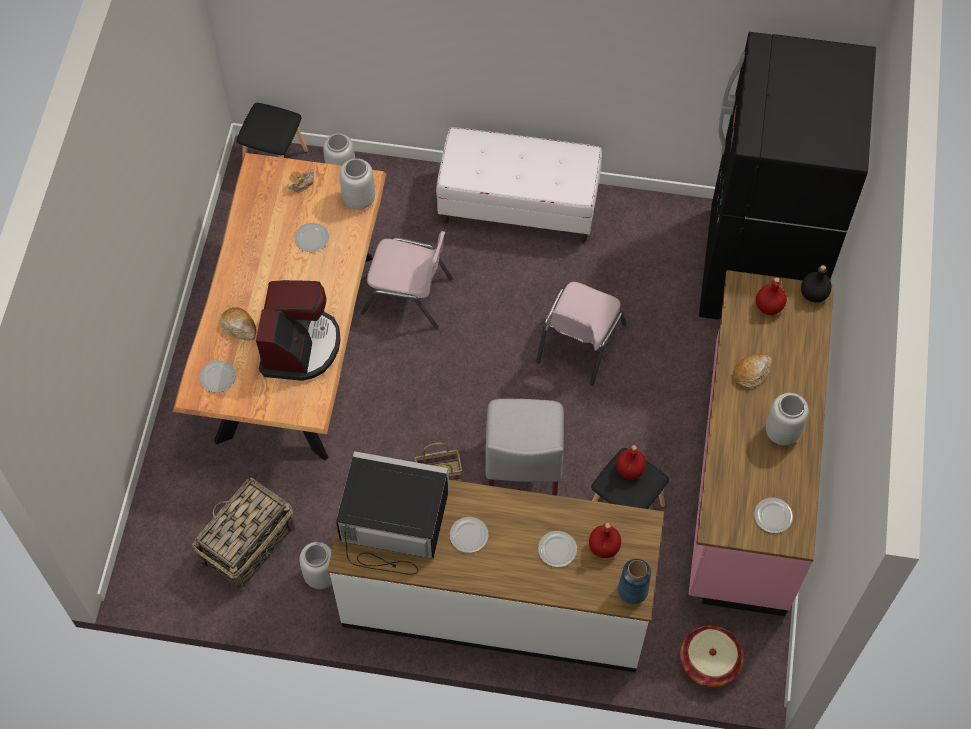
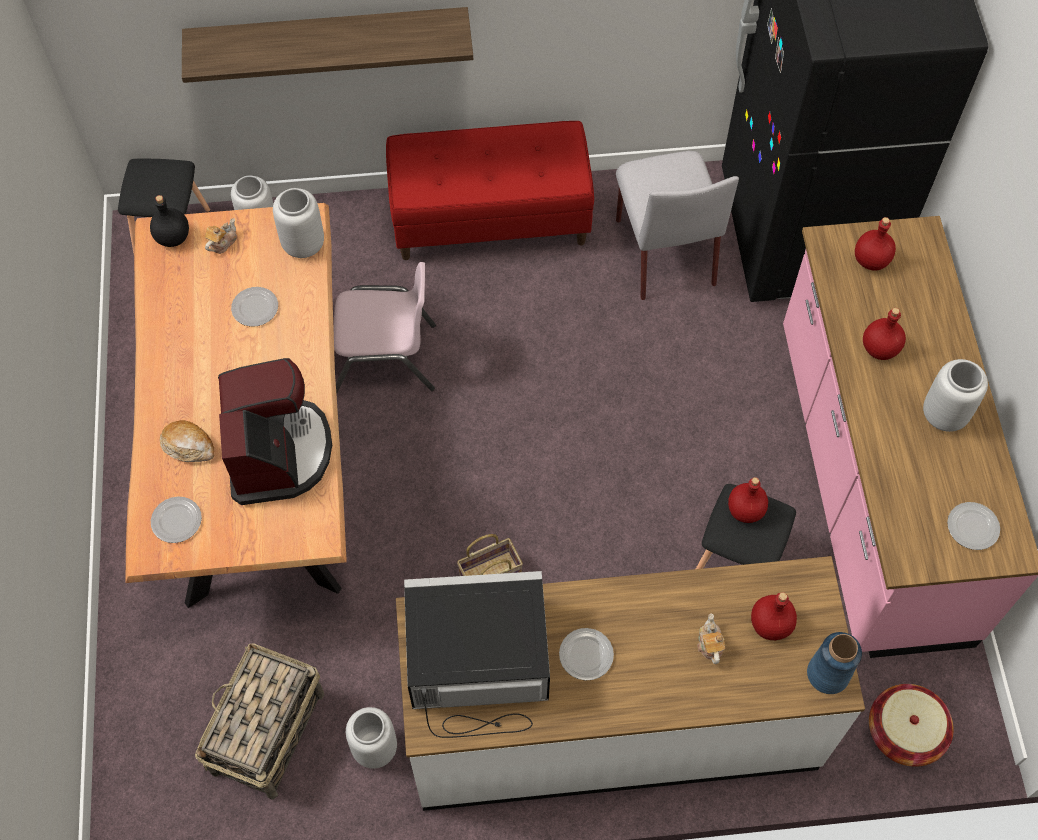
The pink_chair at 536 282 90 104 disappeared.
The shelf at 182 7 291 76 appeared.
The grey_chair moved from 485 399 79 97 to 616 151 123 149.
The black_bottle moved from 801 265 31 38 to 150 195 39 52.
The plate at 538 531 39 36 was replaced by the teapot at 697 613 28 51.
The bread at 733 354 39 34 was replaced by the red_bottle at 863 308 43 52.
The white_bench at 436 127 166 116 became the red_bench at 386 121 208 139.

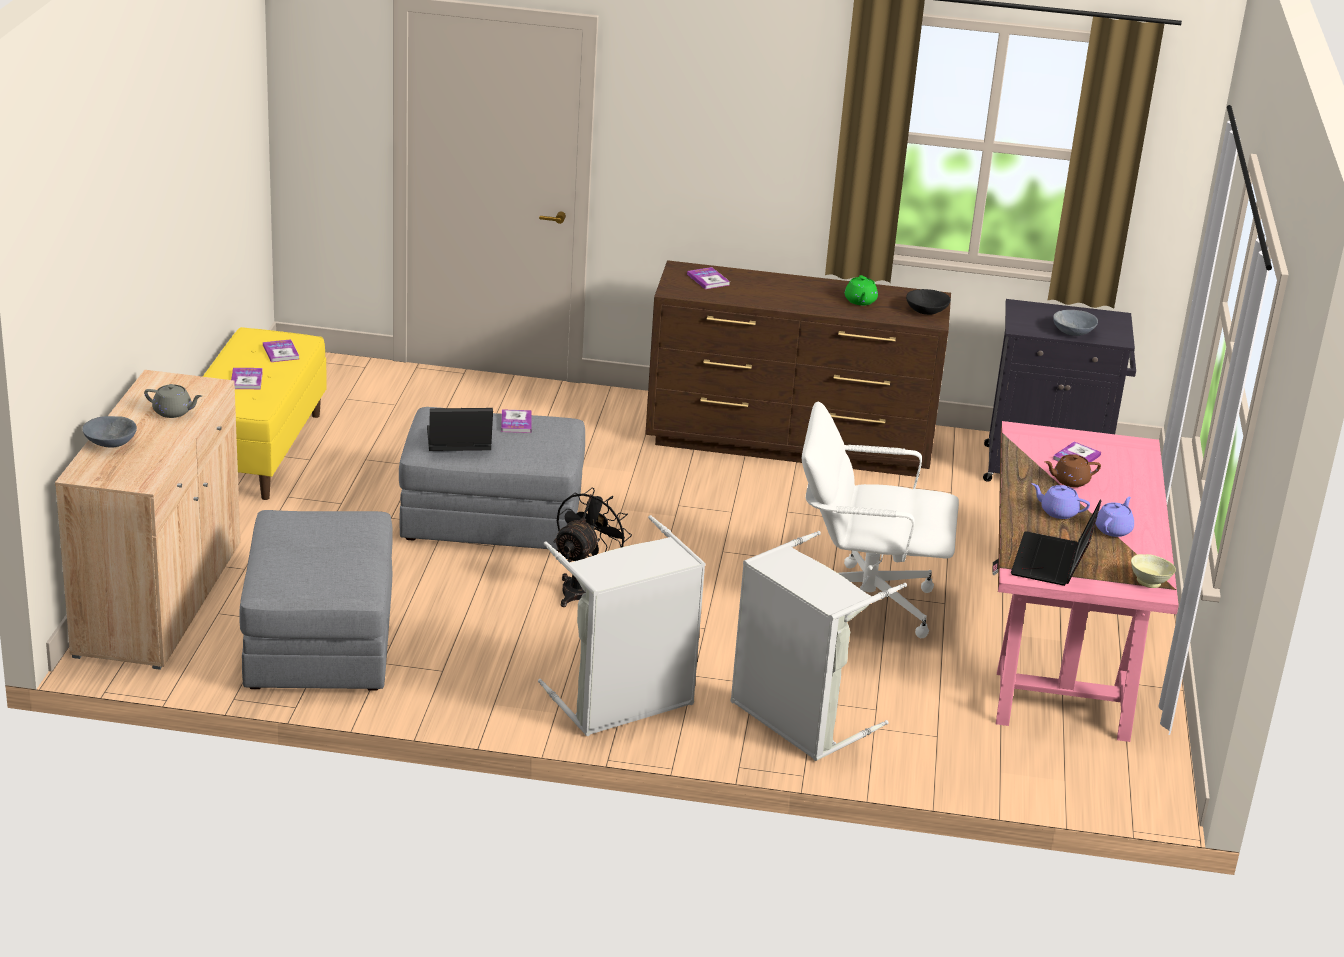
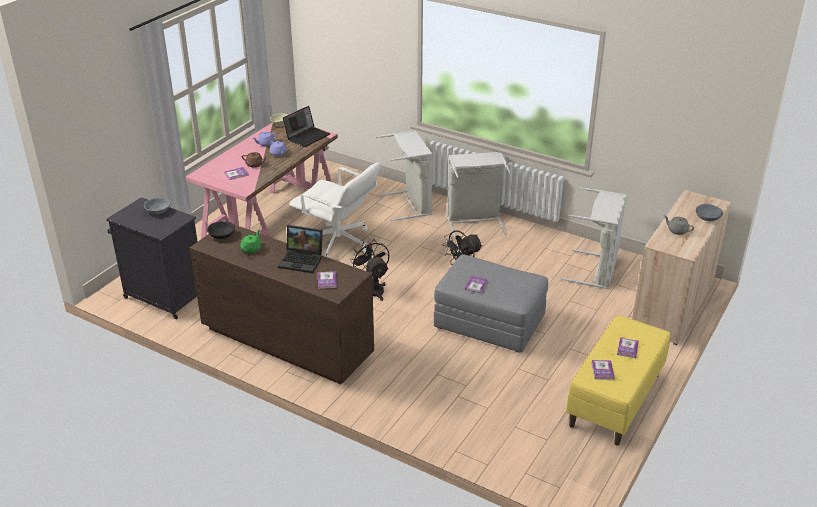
The black_fan at 350 239 39 62 appeared.
The laptop moved from 427 408 66 43 to 278 225 45 48.
The grey_ottoman at 240 510 153 181 was replaced by the grey_laundry_basket at 561 187 66 102.

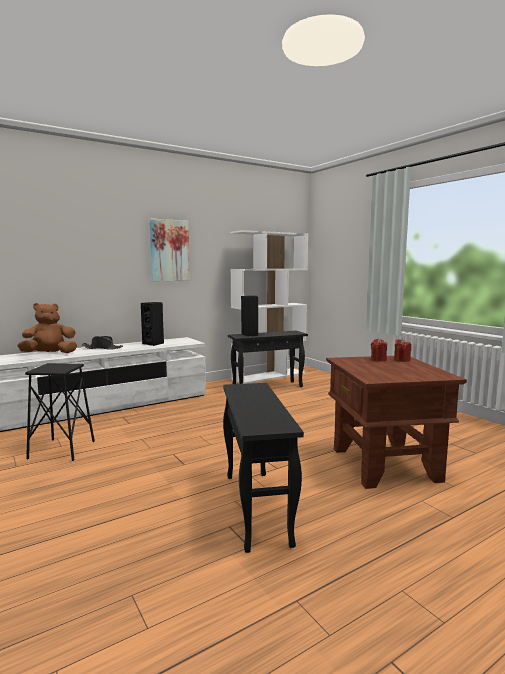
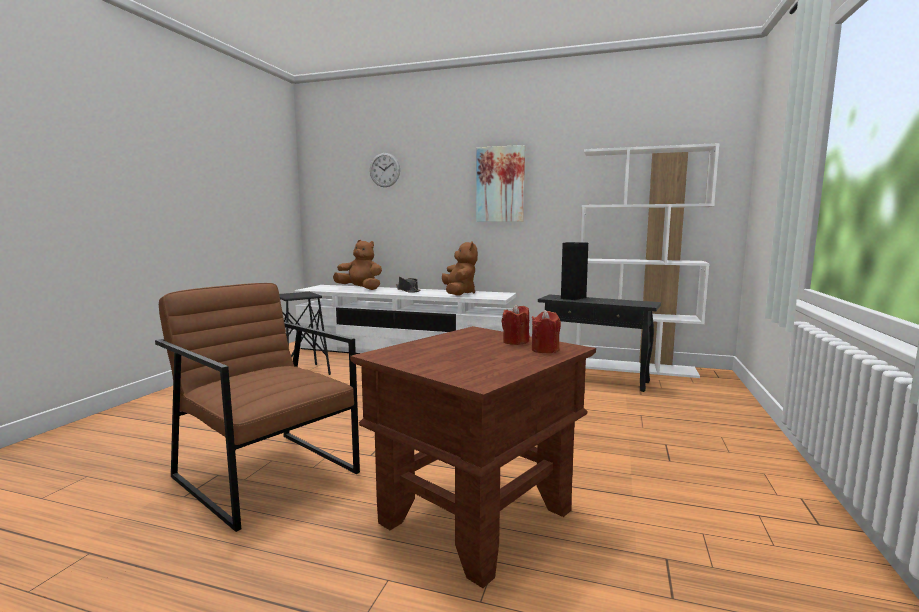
The wall_clock at 370 153 30 34 appeared.
The black_speaker at 141 302 23 44 was replaced by the brown_plush_toy at 442 241 36 55.
The black_side_table at 223 383 81 170 was replaced by the brown_armchair at 155 283 205 249.

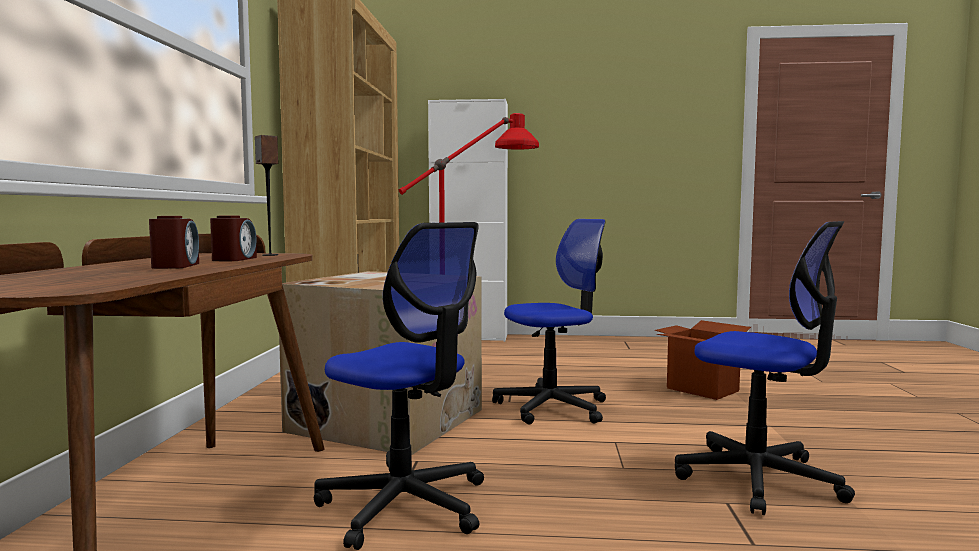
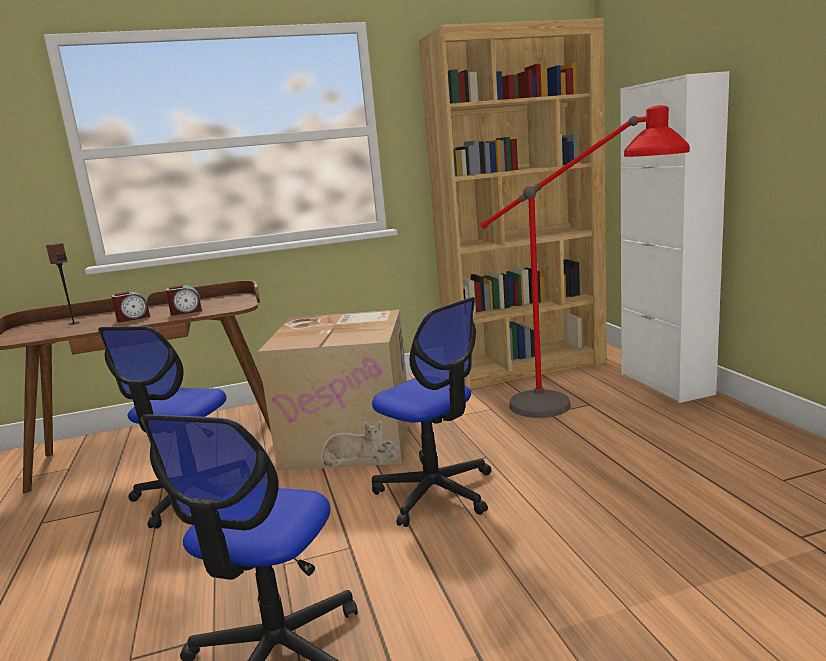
The cardboard_box at 655 320 102 80 disappeared.
The speaker moved from 255 135 23 121 to 46 243 34 82.

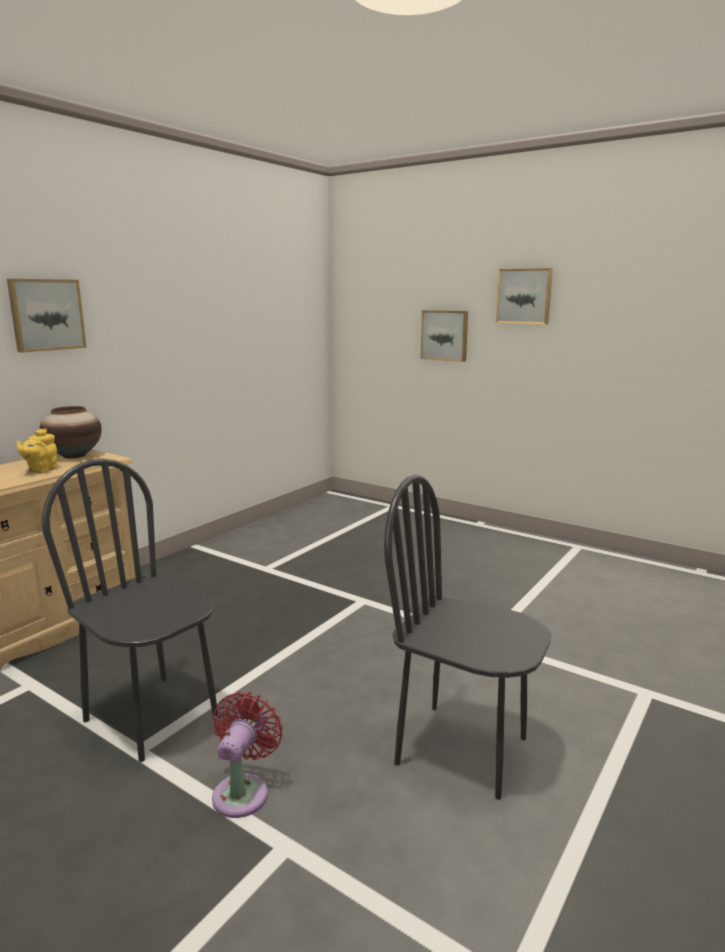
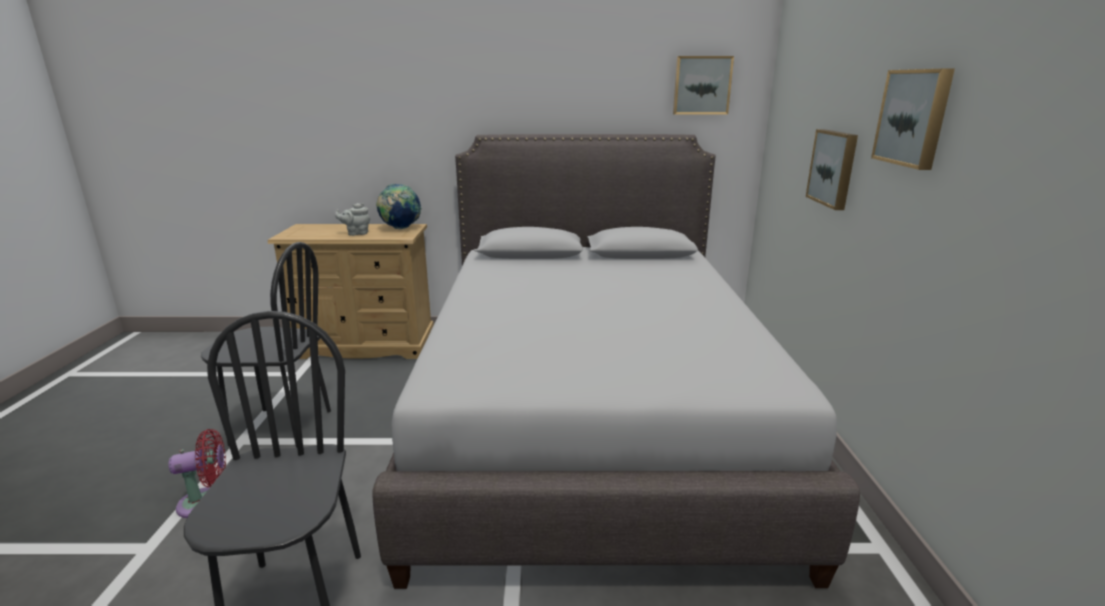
The grey_bed at 372 134 488 455 appeared.
The picture moved from 7 279 80 74 to 673 56 61 59.
The vase at 39 406 63 53 was replaced by the globe at 376 184 46 45.
The yellow_teapot at 16 428 41 46 became the grey_teapot at 335 203 35 33.
The black_chair at 42 459 176 303 turned 90 degrees clockwise.

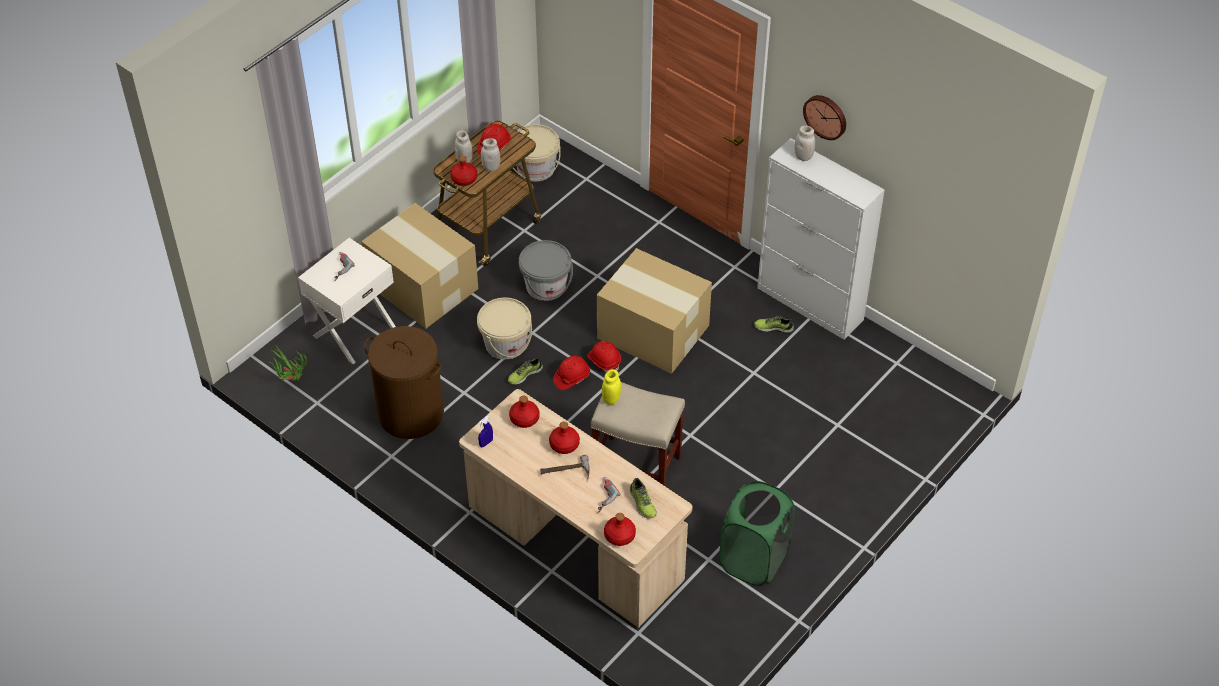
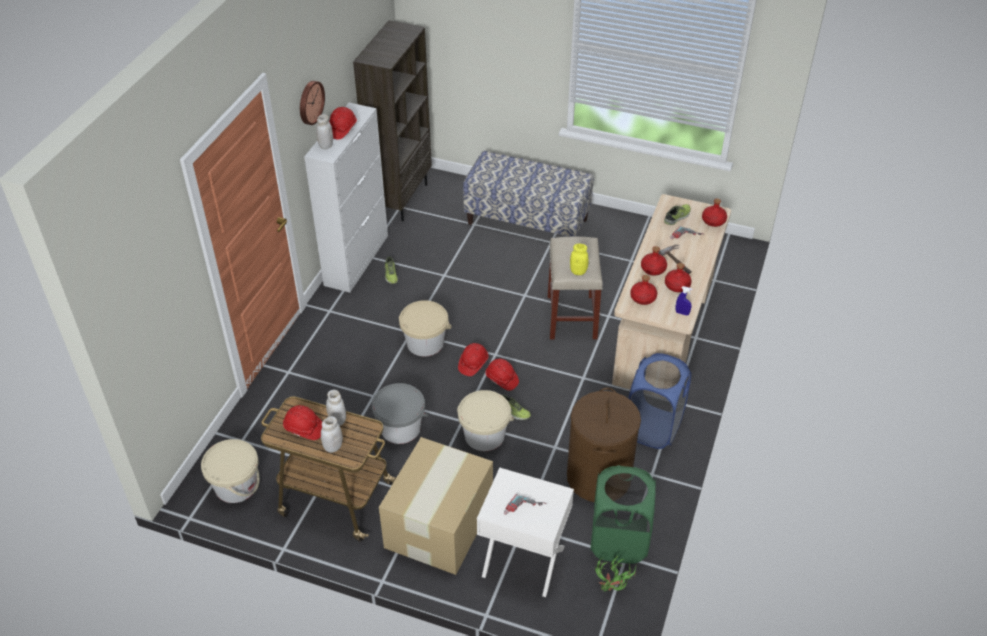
The red_hard_hat at 329 107 28 32 appeared.
The brown_bookcase at 353 20 79 201 appeared.
The bench at 463 151 131 86 appeared.
The blue_laundry_basket at 628 353 63 96 appeared.
The red_bottle moved from 450 156 27 30 to 665 263 27 29.
The green_laundry_basket moved from 719 481 76 105 to 590 465 66 99.
The cardboard_box at 597 248 115 126 was replaced by the beige_bucket at 399 300 53 56.

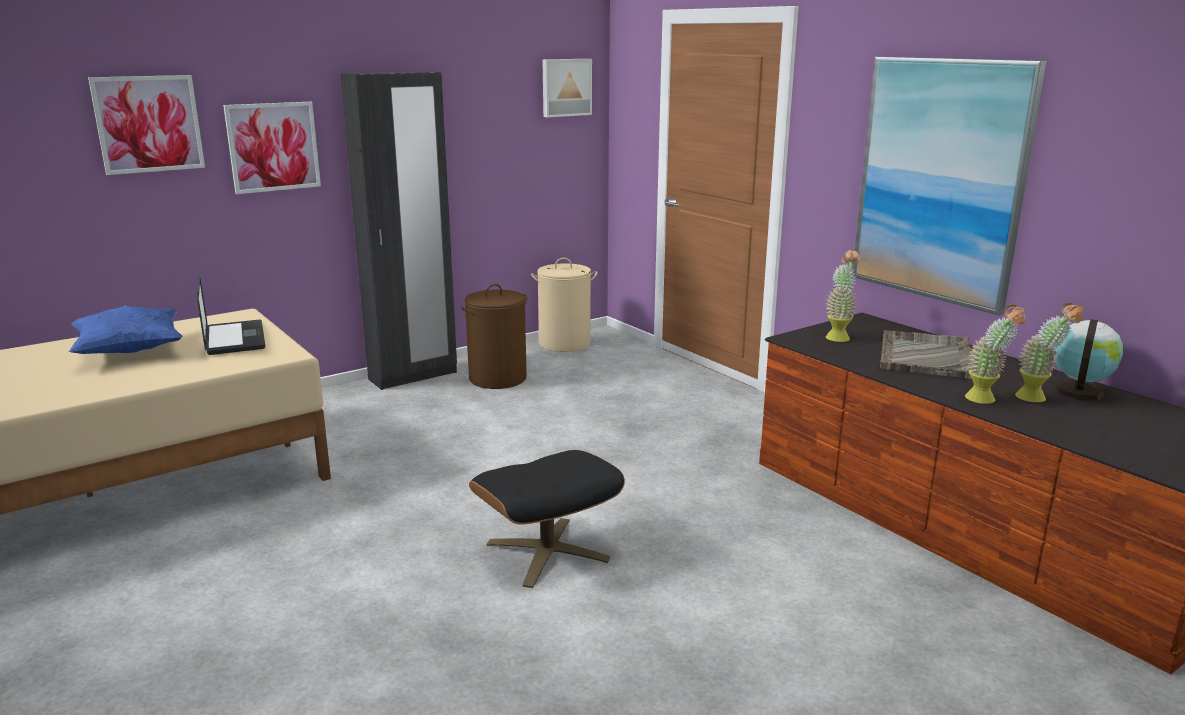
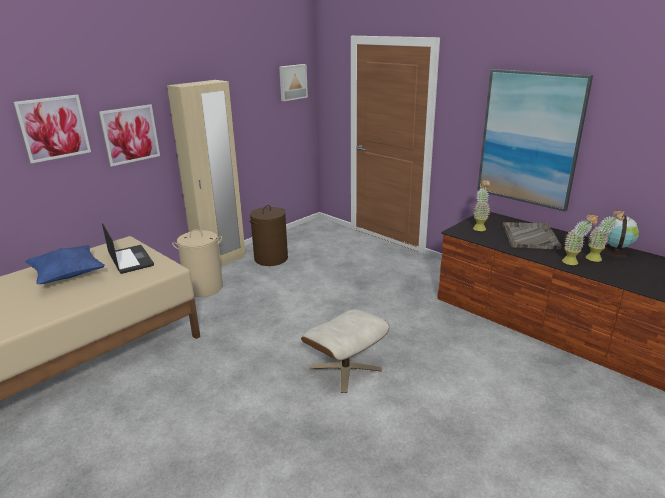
The beige_laundry_basket moved from 531 258 66 94 to 172 230 51 67.
The black_wardrobe at 340 71 117 319 became the beige_wardrobe at 167 80 78 186.
The black_ottoman at 469 450 156 138 became the beige_ottoman at 301 309 88 84.

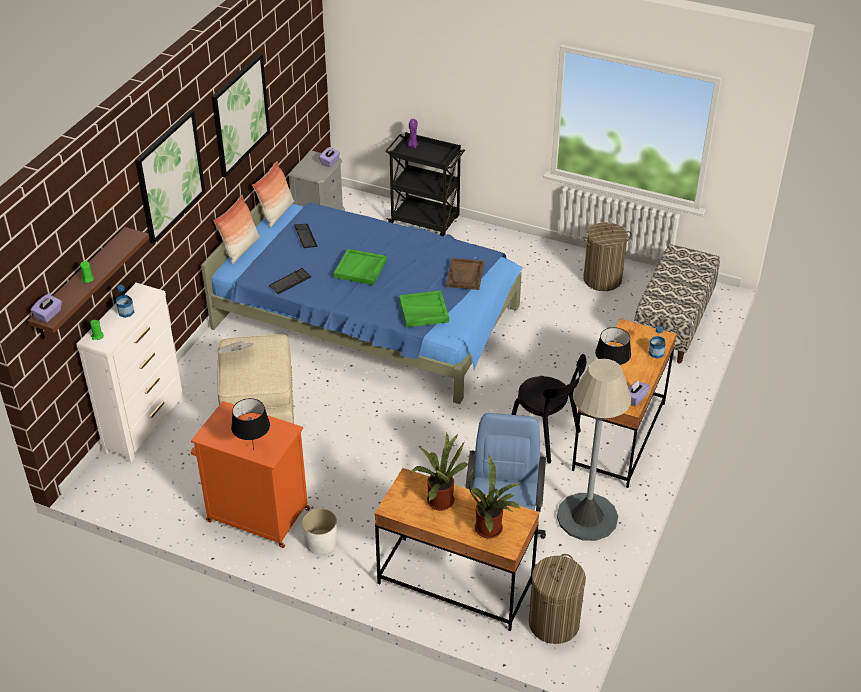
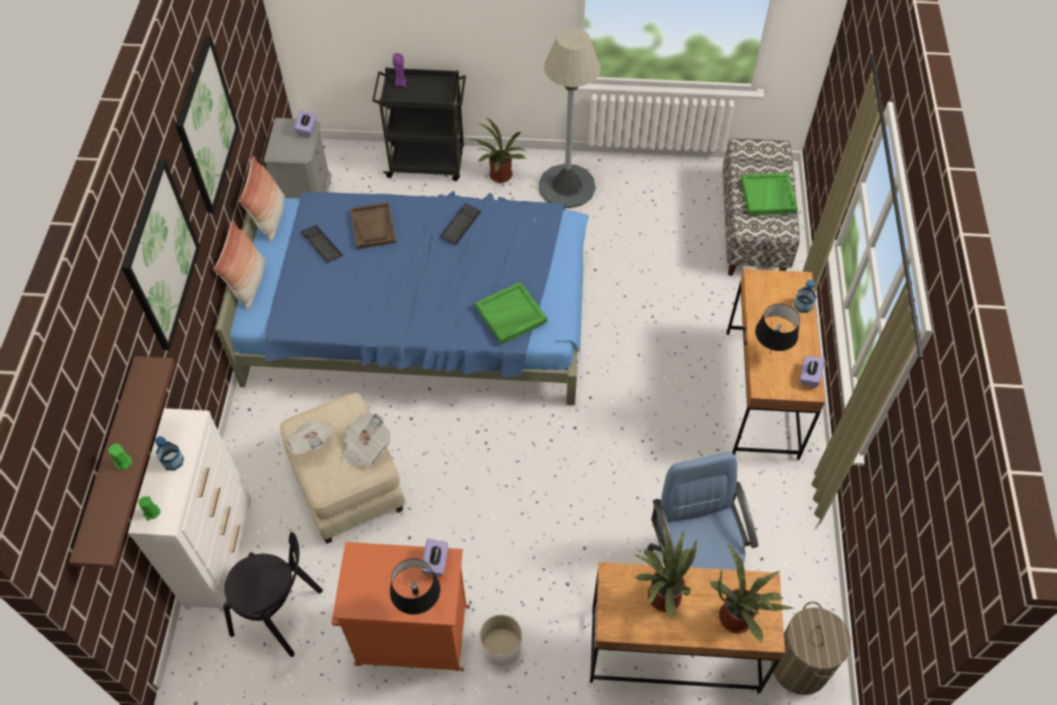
The laundry_basket at 583 222 49 69 disappeared.
The newspaper at 342 413 48 55 appeared.
The potted_plant at 470 117 56 66 appeared.
The purple_tissue_box moved from 31 294 31 29 to 422 538 26 38.
The keyboard moved from 269 268 42 26 to 441 203 40 42.
The green_tray moved from 334 249 53 36 to 741 173 57 42.
The brown_tray moved from 446 258 38 32 to 350 202 46 47.
The black_chair moved from 511 354 75 110 to 223 532 100 125.
The grey_floor_lamp moved from 557 359 74 182 to 539 27 62 181.

